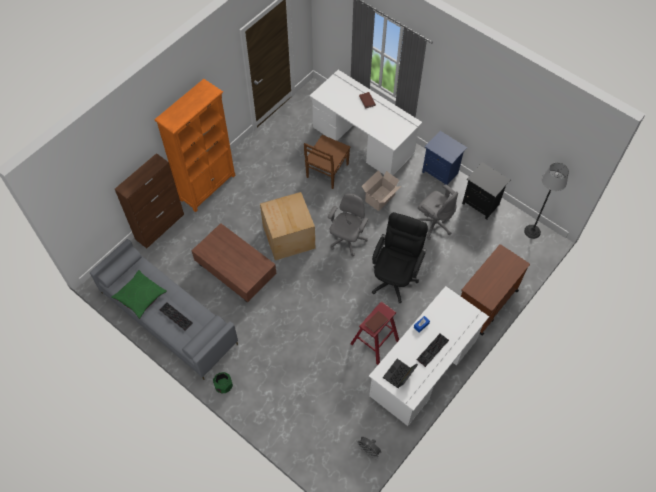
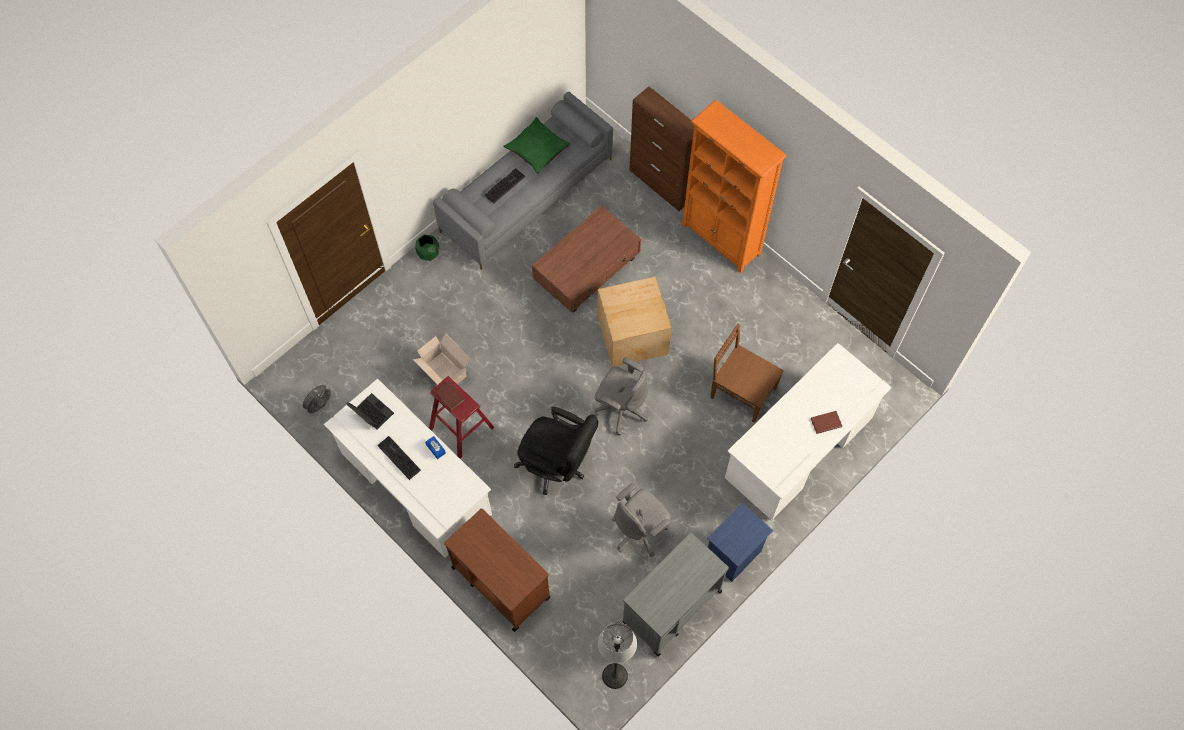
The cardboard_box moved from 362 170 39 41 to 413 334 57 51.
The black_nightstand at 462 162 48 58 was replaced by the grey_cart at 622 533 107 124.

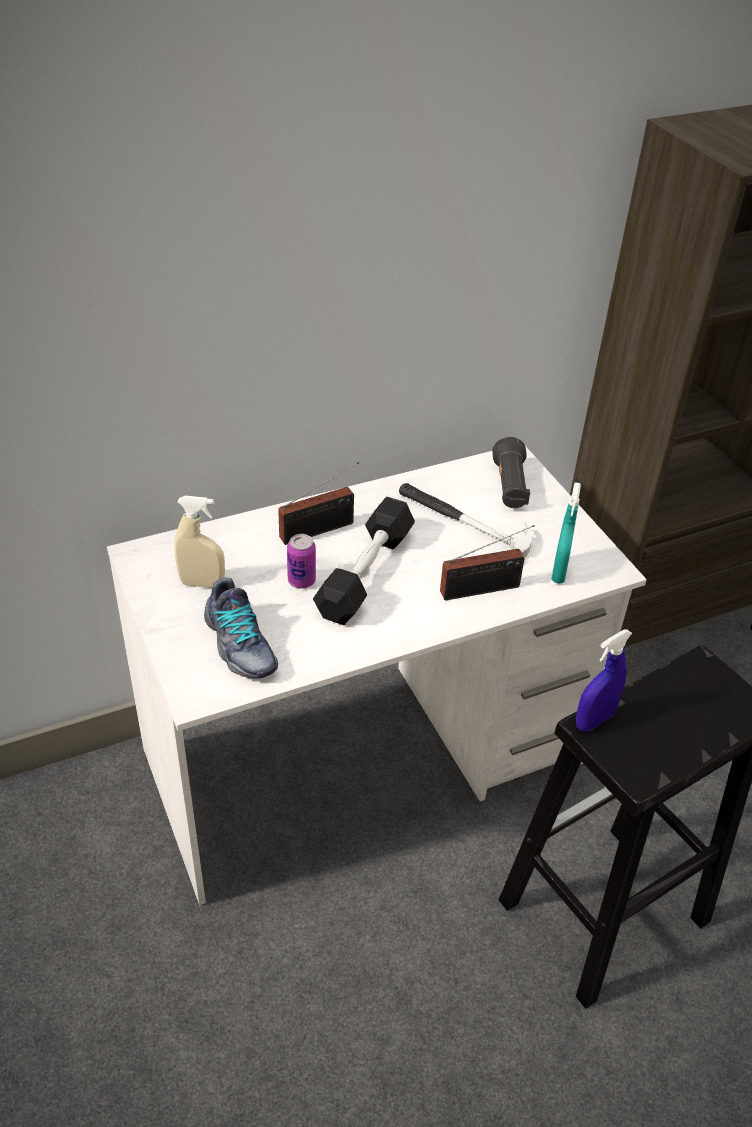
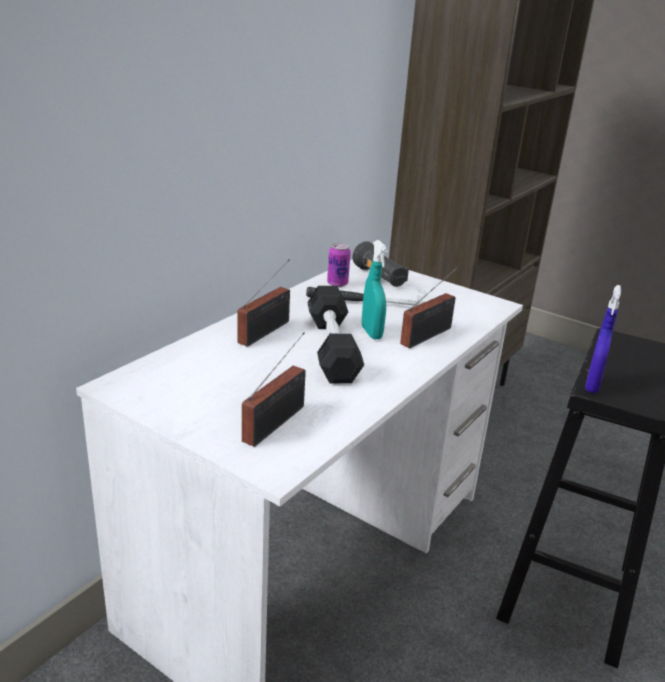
The beige_spray_bottle at 174 496 51 92 disappeared.
The can moved from 287 534 29 55 to 327 243 24 44.
The turquoise_spray_bottle moved from 551 482 30 102 to 362 240 26 100.
The shoe at 204 578 74 101 was replaced by the radio at 242 332 64 115.

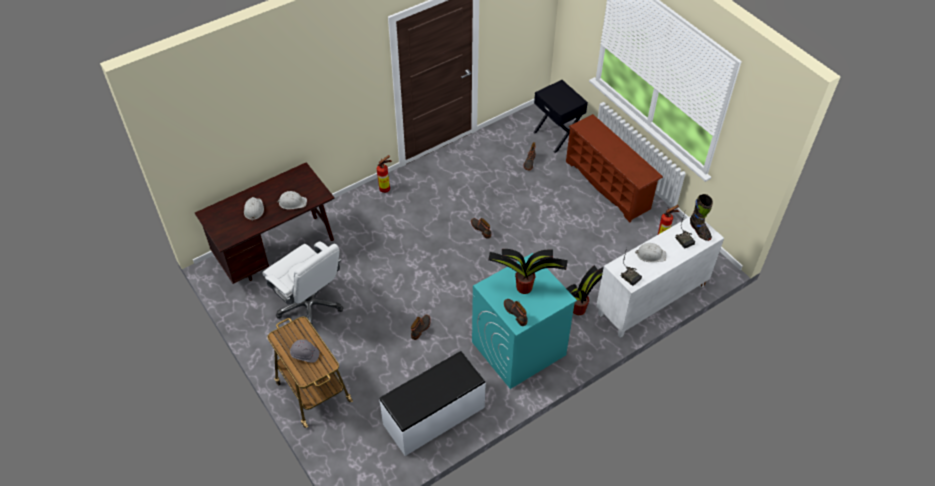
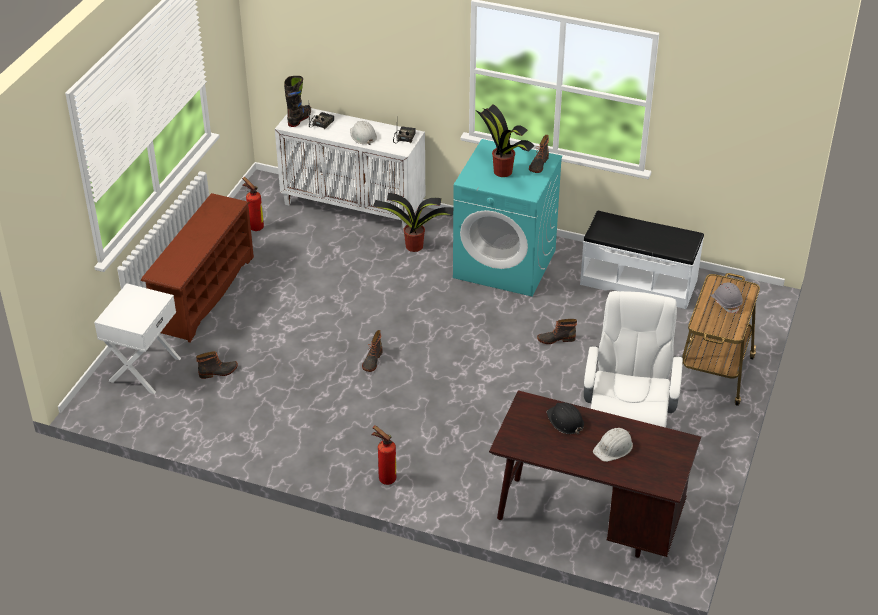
The white_hard_hat at 277 191 30 18 became the black_hard_hat at 546 403 38 31.
The black_nightstand at 533 80 55 73 became the white_nightstand at 94 283 87 111.

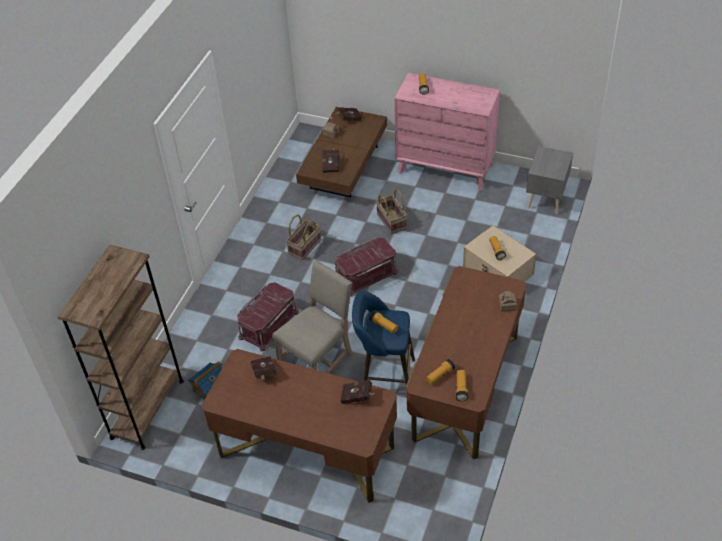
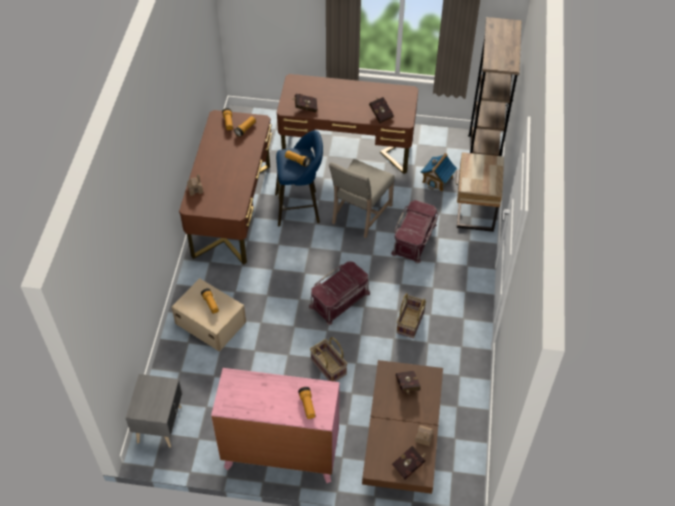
The beige_nightstand at 455 152 49 80 appeared.

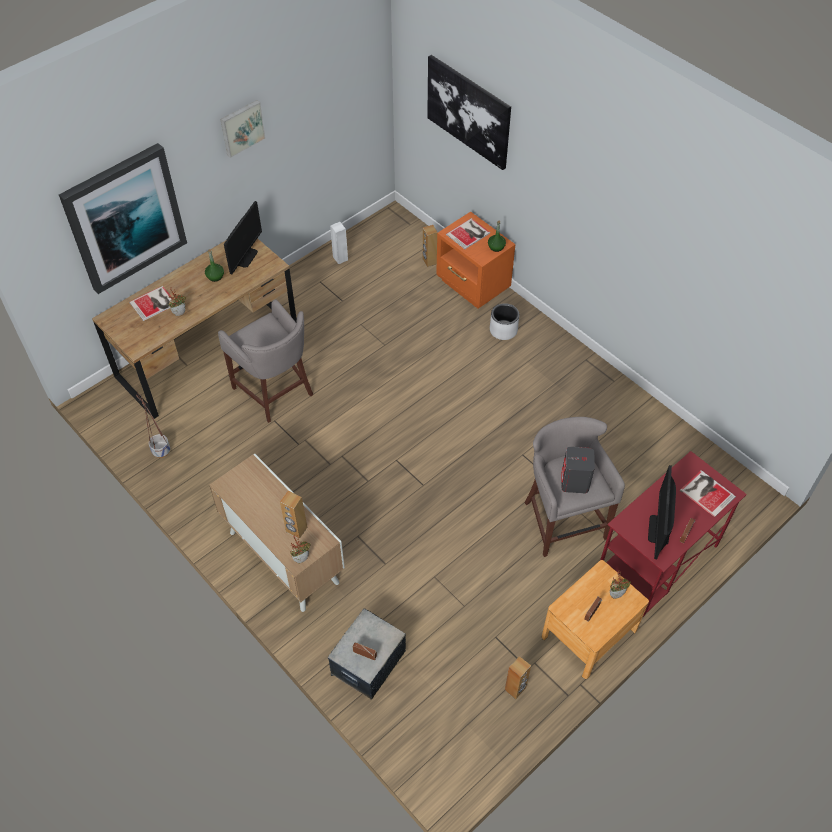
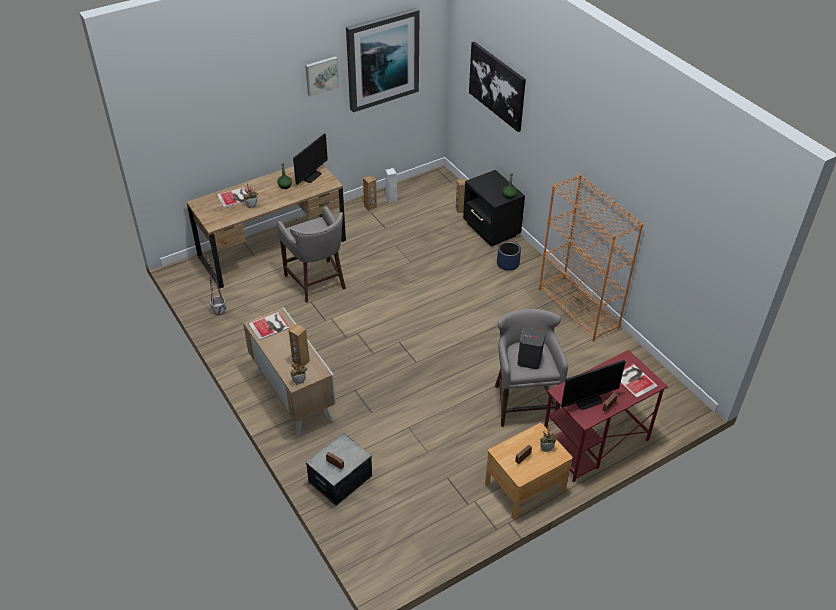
The orange_bookcase at 539 174 104 168 appeared.
The picture moved from 59 143 128 151 to 346 8 74 104.
The book moved from 446 218 44 31 to 248 312 42 28.
The brown_speaker moved from 505 656 26 43 to 363 175 14 36.
The orange_nightstand at 436 212 79 97 became the black_nightstand at 463 170 62 76.
The white_planter at 490 303 29 37 became the blue_planter at 497 241 24 30.
The monitor at 648 465 28 94 turned 135 degrees counterclockwise.

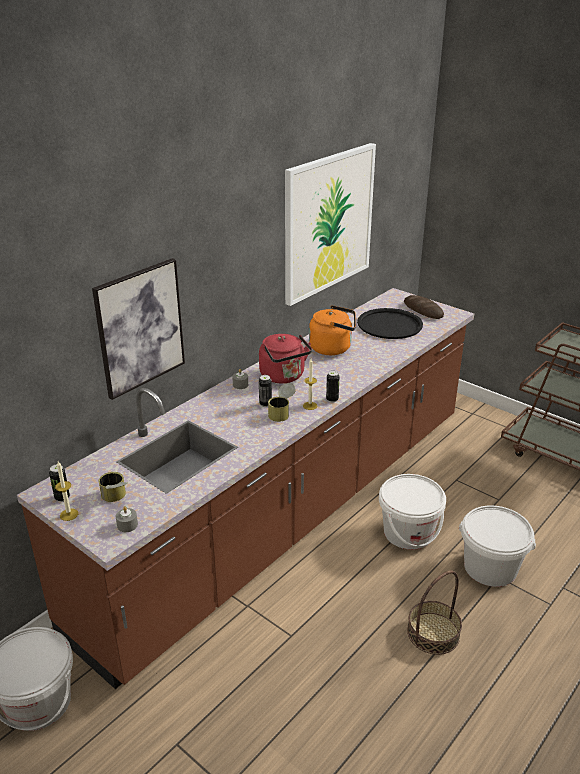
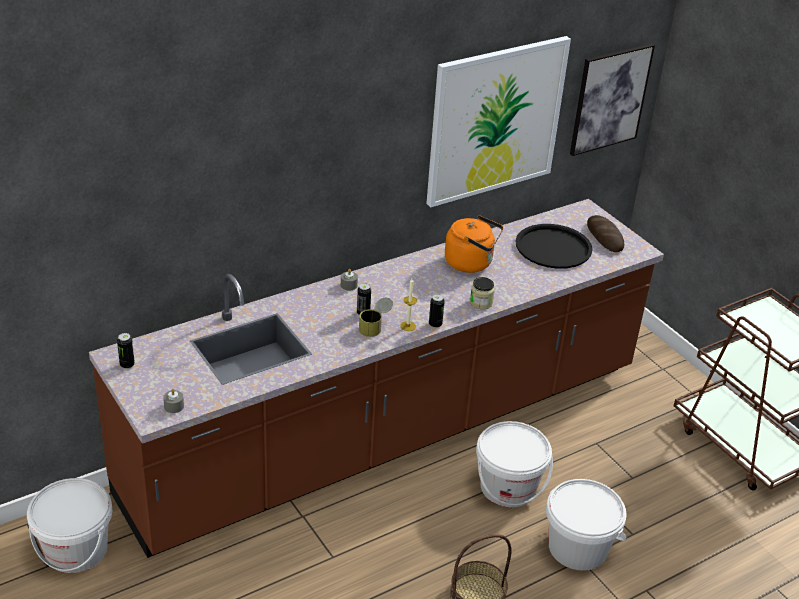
The candle at 55 461 23 60 disappeared.
The can at 98 472 30 30 disappeared.
The red_kettle at 259 334 53 49 disappeared.
The jar at 470 277 25 32 appeared.
The picture moved from 92 258 93 142 to 570 43 85 113.

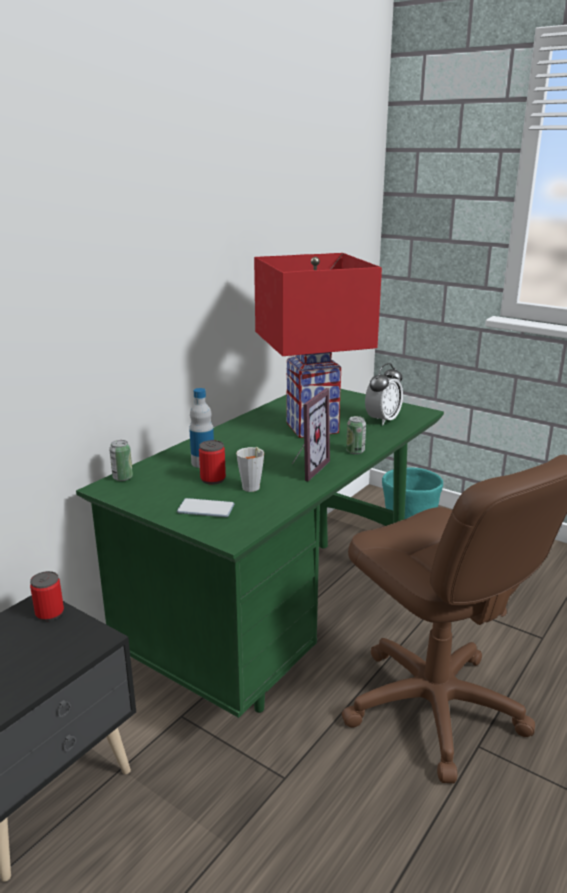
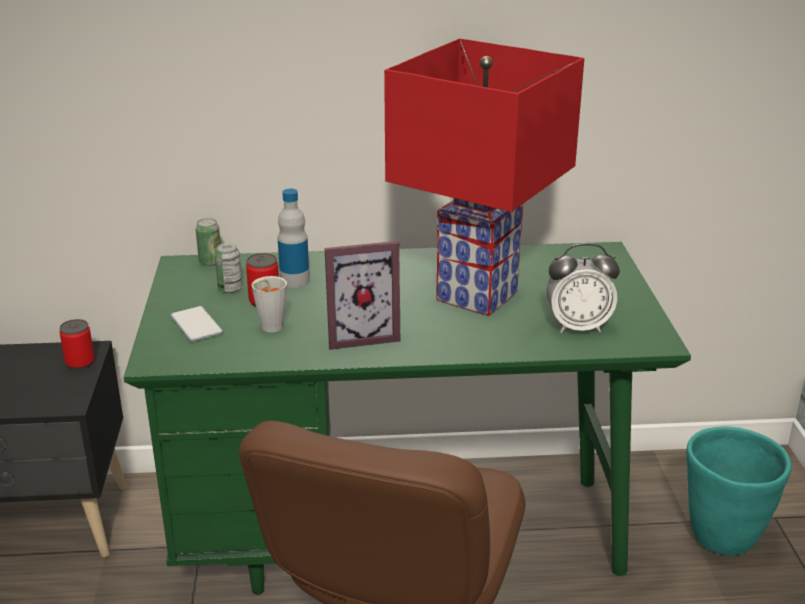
The can moved from 346 416 20 38 to 215 243 27 50.

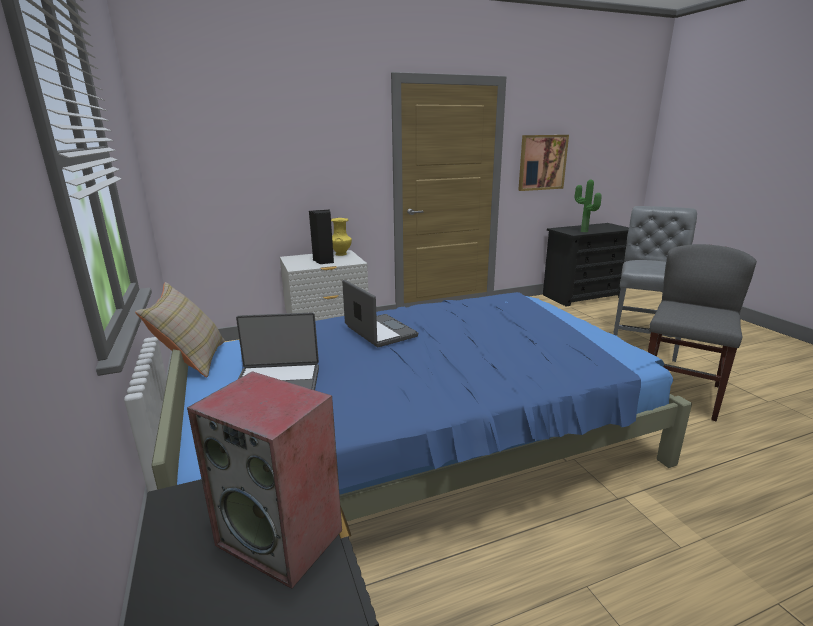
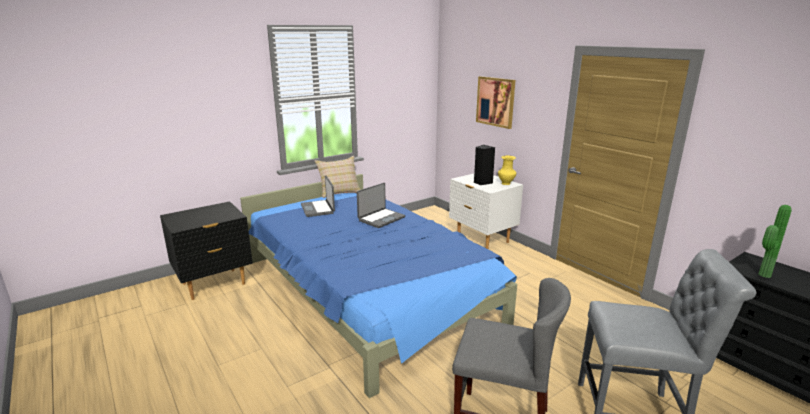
The speaker at 187 371 155 218 disappeared.
The picture moved from 518 135 51 56 to 476 76 39 53.

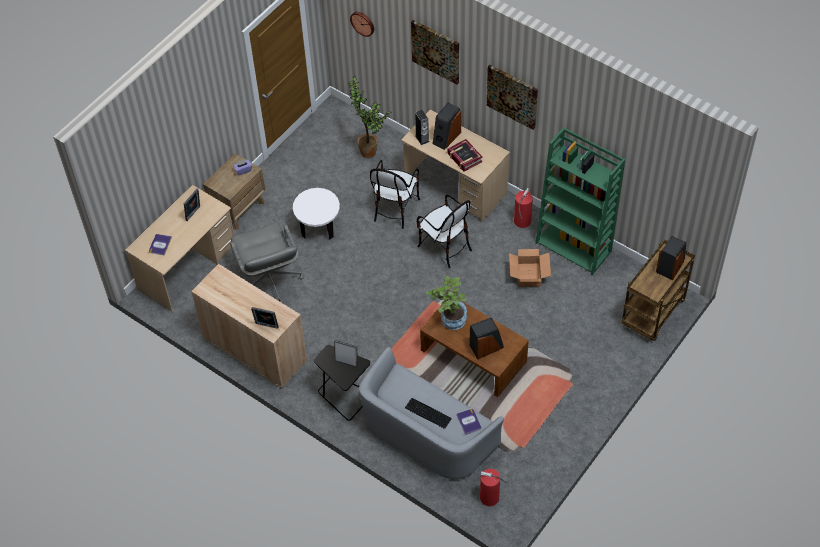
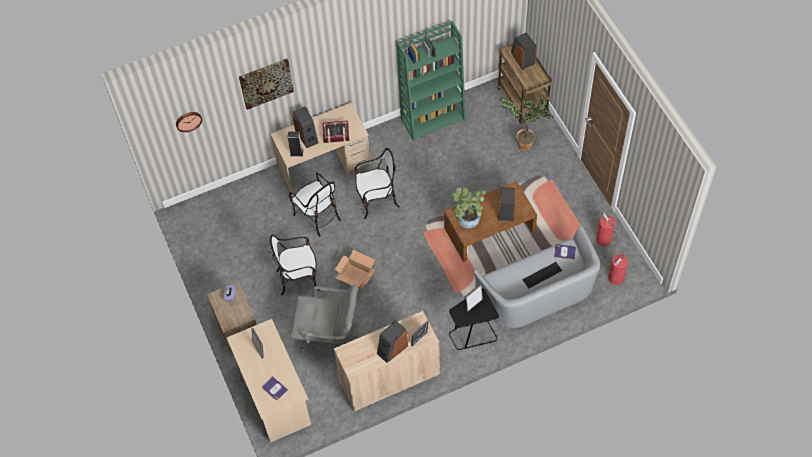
The picture at 487 65 51 65 disappeared.
The speaker at 377 320 31 43 appeared.
The potted_plant moved from 348 76 44 82 to 500 96 54 55.
The cardboard_box moved from 509 249 42 38 to 335 250 41 39.
The fire_extinguisher moved from 514 188 19 40 to 596 213 24 33.
The white_side_table at 293 188 47 51 was replaced by the chair at 270 234 50 61.

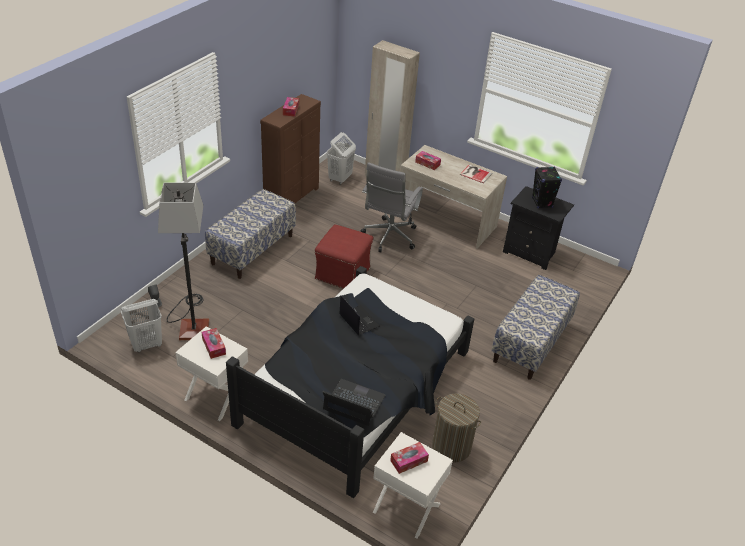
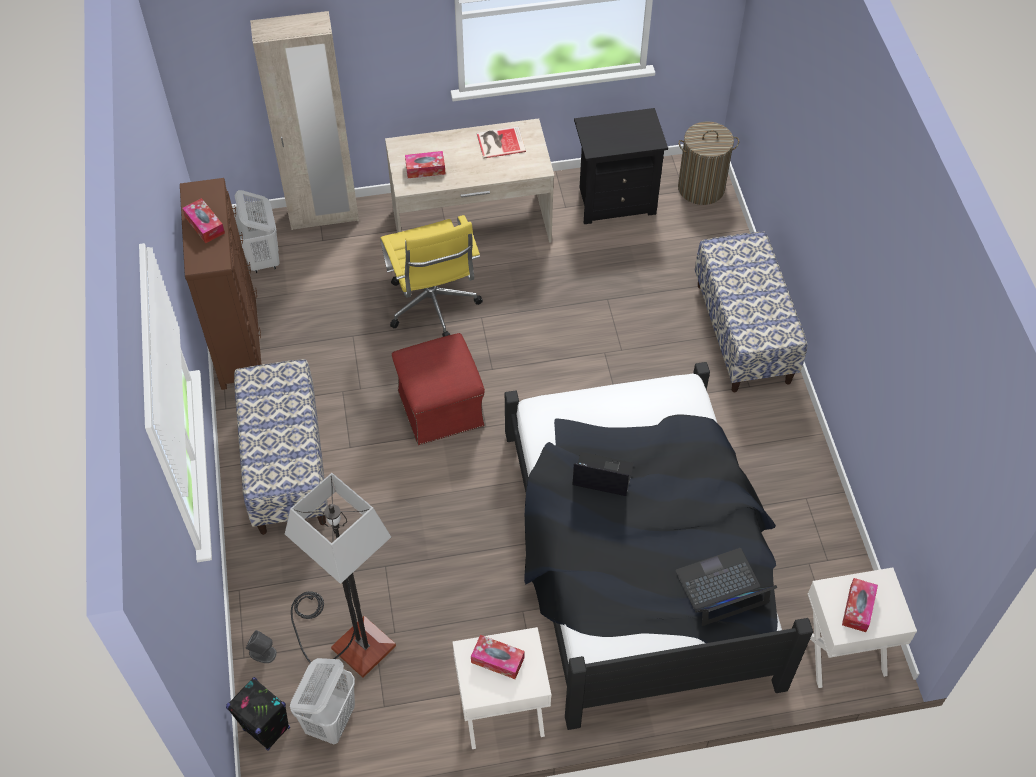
The laundry_basket moved from 432 393 49 69 to 678 121 61 84.
The black_speaker moved from 532 167 30 41 to 226 677 64 74.
The grey_office_chair at 361 162 62 90 became the yellow_office_chair at 380 215 103 122.

